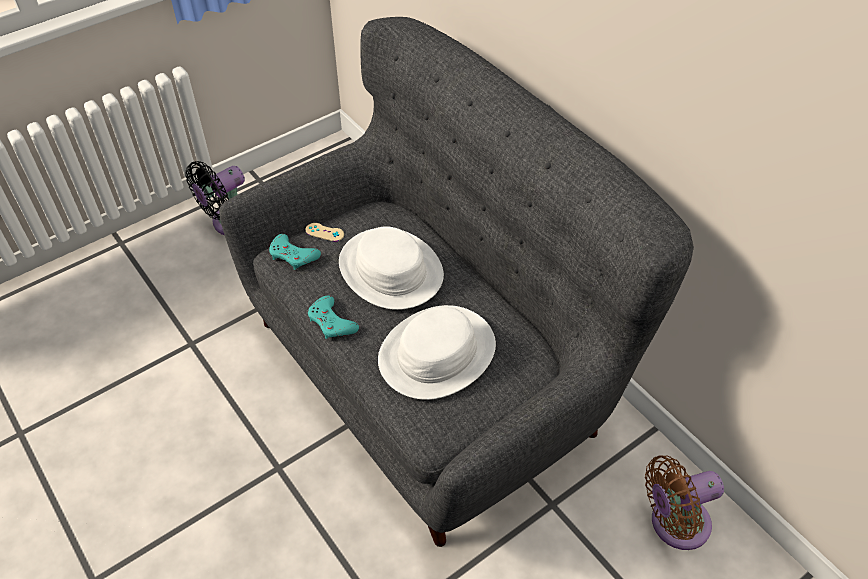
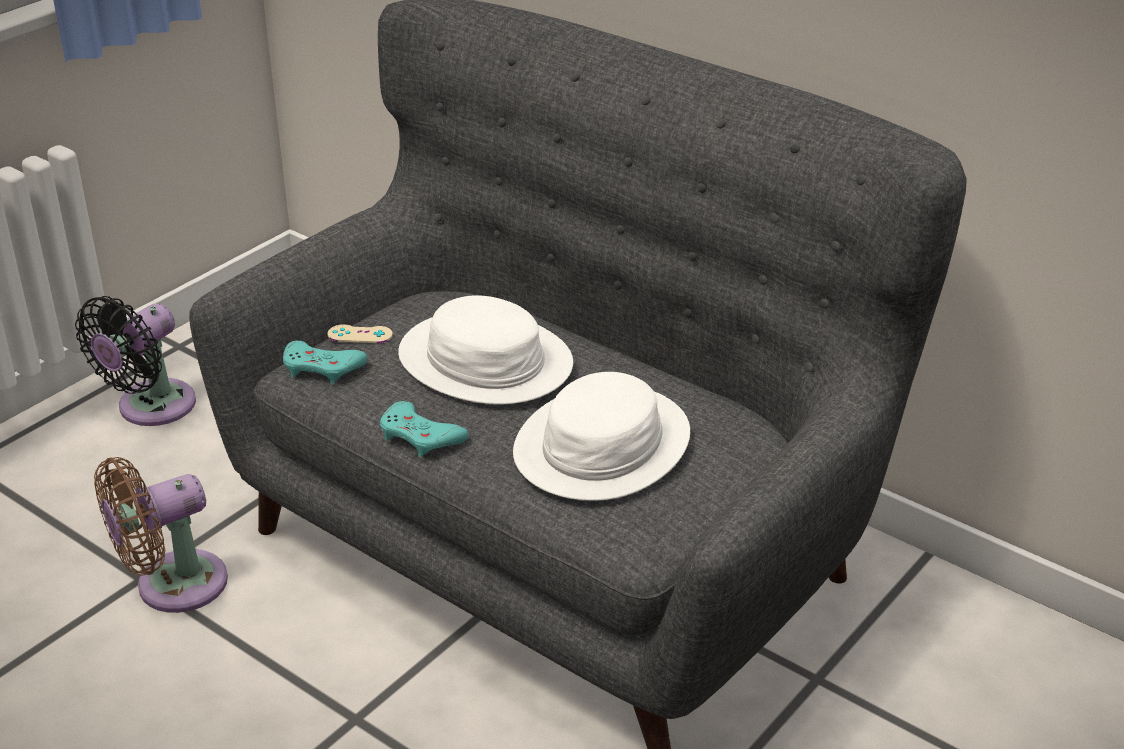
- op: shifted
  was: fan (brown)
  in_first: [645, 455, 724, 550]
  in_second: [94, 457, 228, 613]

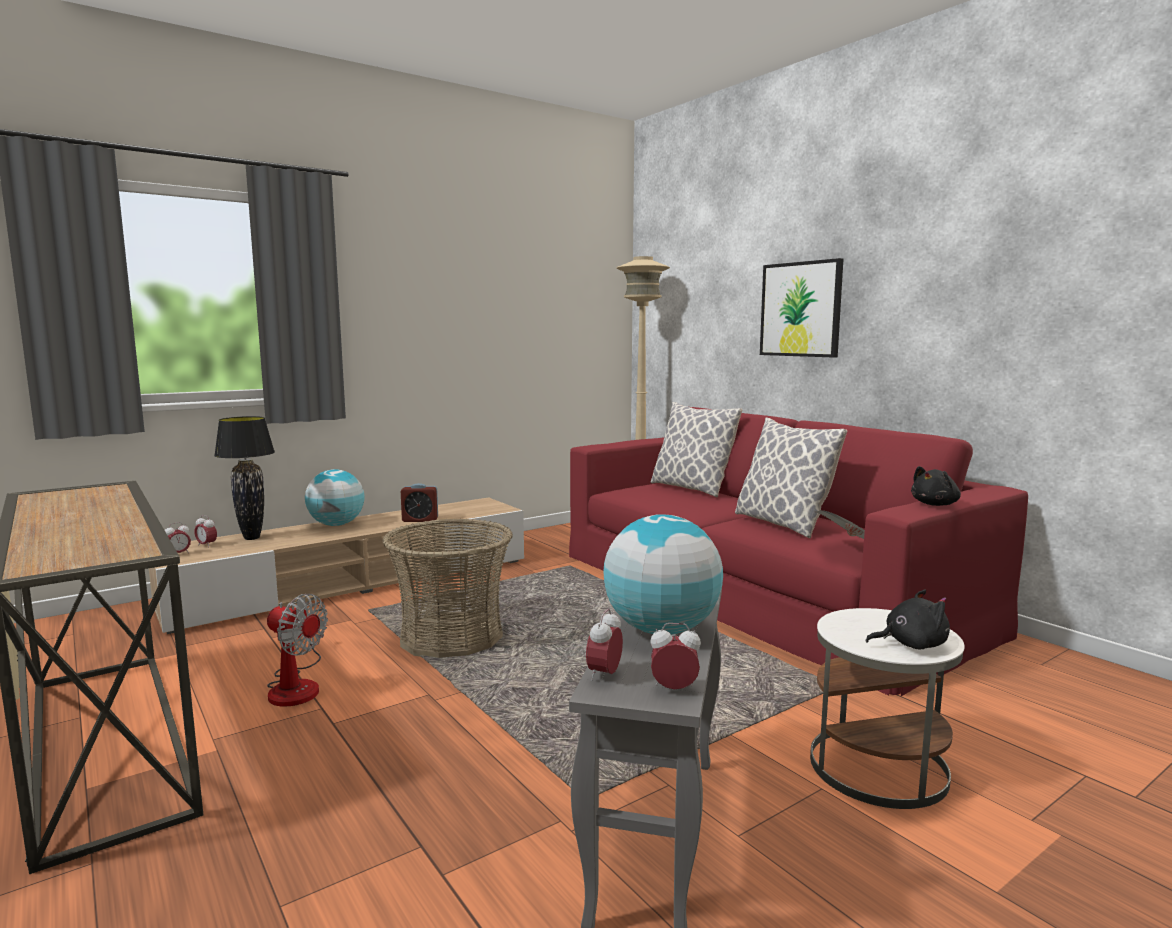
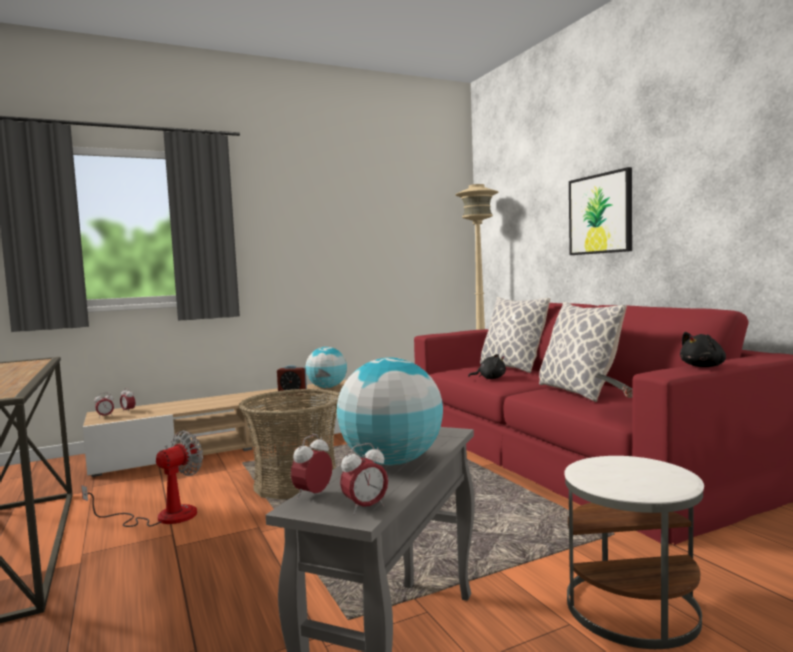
- op: gone
  was: table lamp (black)
  in_first: [214, 416, 275, 540]
- op: rotated
  was: fan
  in_first: [267, 594, 328, 707]
  in_second: [81, 431, 203, 527]
  clockwise: -90
- op: shifted
  was: globe
  in_first: [305, 469, 365, 526]
  in_second: [306, 347, 347, 388]
- op: rotated
  was: alarm clock
  in_first: [650, 623, 701, 689]
  in_second: [340, 443, 388, 515]
  clockwise: 135
- op: shifted
  was: plush toy (black)
  in_first: [866, 590, 950, 650]
  in_second: [468, 354, 506, 379]

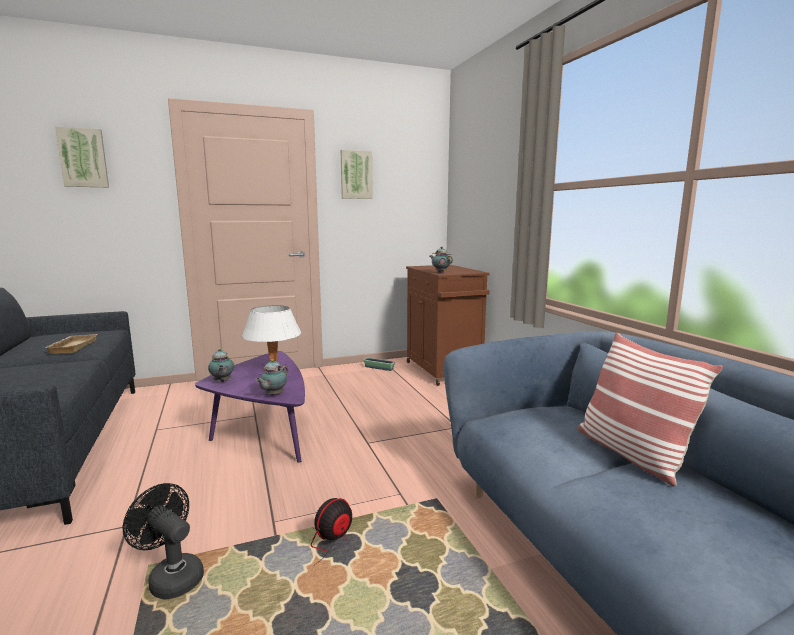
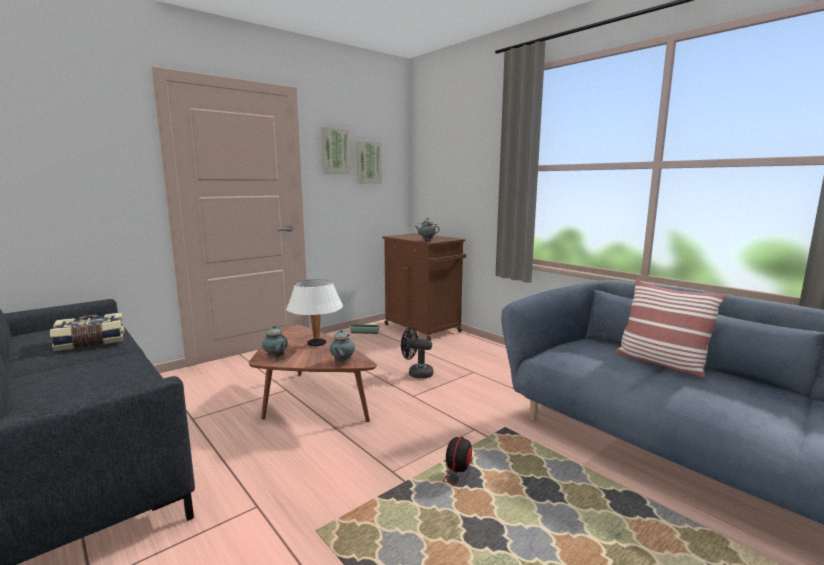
- op: swapped
  was: tray (beige)
  now: book
  in_first: [45, 334, 97, 354]
  in_second: [50, 312, 125, 351]
- op: shifted
  was: picture
  in_first: [55, 126, 109, 187]
  in_second: [356, 141, 382, 184]
- op: shifted
  was: fan (black)
  in_first: [123, 483, 204, 599]
  in_second: [401, 327, 434, 379]
- op: repainted
  was: coffee table (purple)
  now: coffee table (brown)
  in_first: [195, 351, 305, 462]
  in_second: [249, 325, 377, 422]

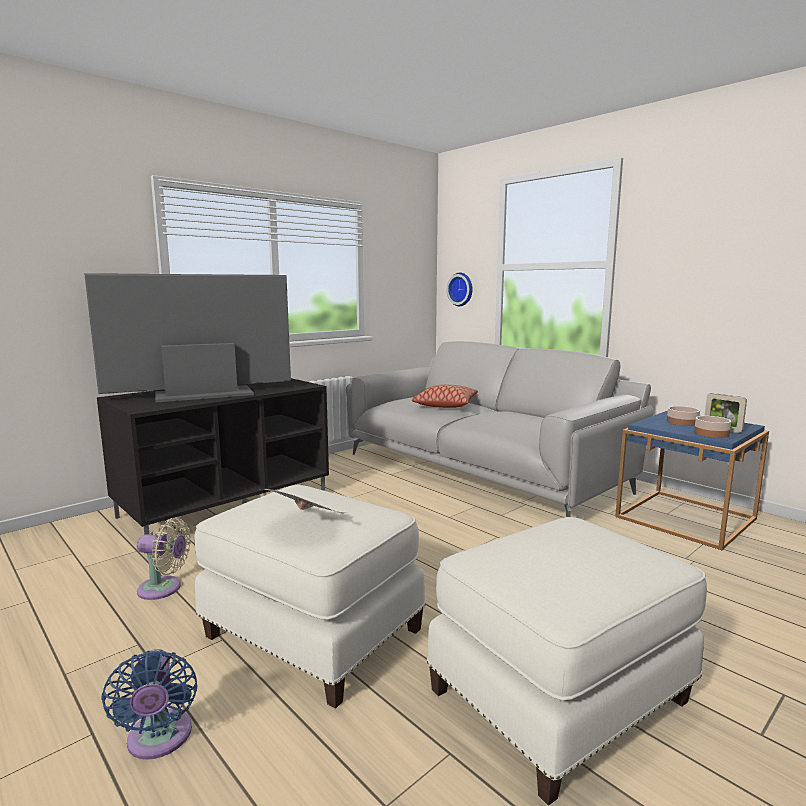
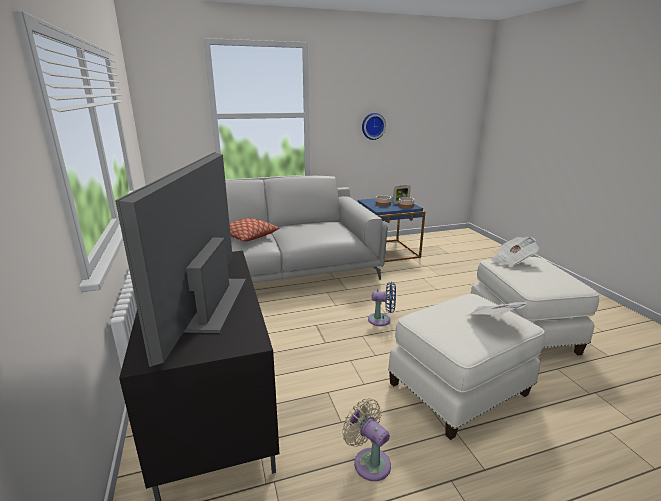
- op: shifted
  was: fan (blue)
  in_first: [101, 649, 198, 760]
  in_second: [368, 282, 396, 326]
- op: rotated
  was: fan (beige)
  in_first: [137, 518, 191, 600]
  in_second: [342, 398, 391, 481]
  clockwise: -75
- op: shifted
  was: wall clock
  in_first: [446, 272, 473, 306]
  in_second: [362, 113, 386, 140]
- op: new
  now: newspaper
  in_second: [491, 237, 539, 266]

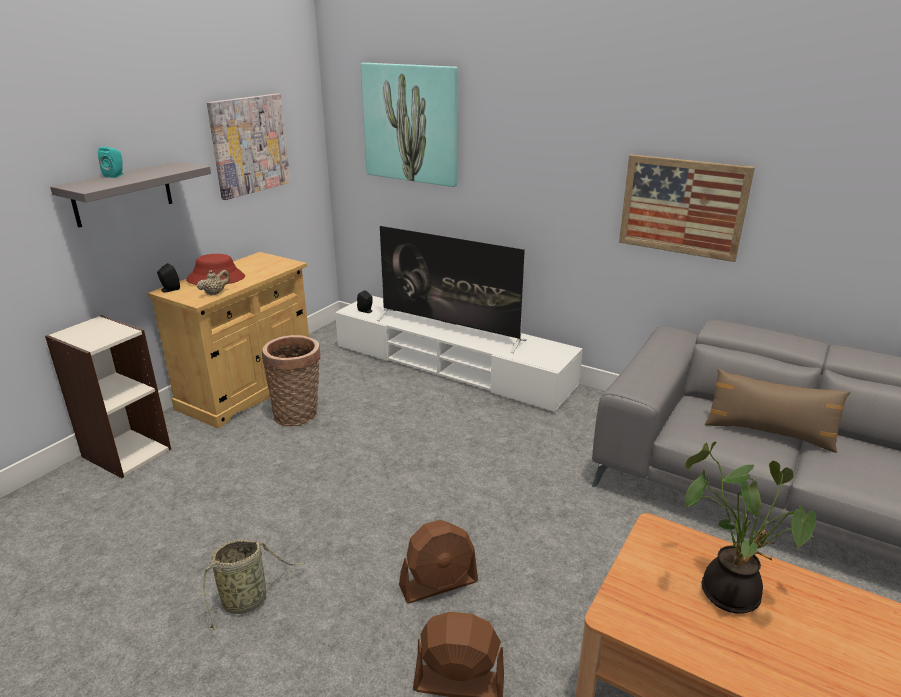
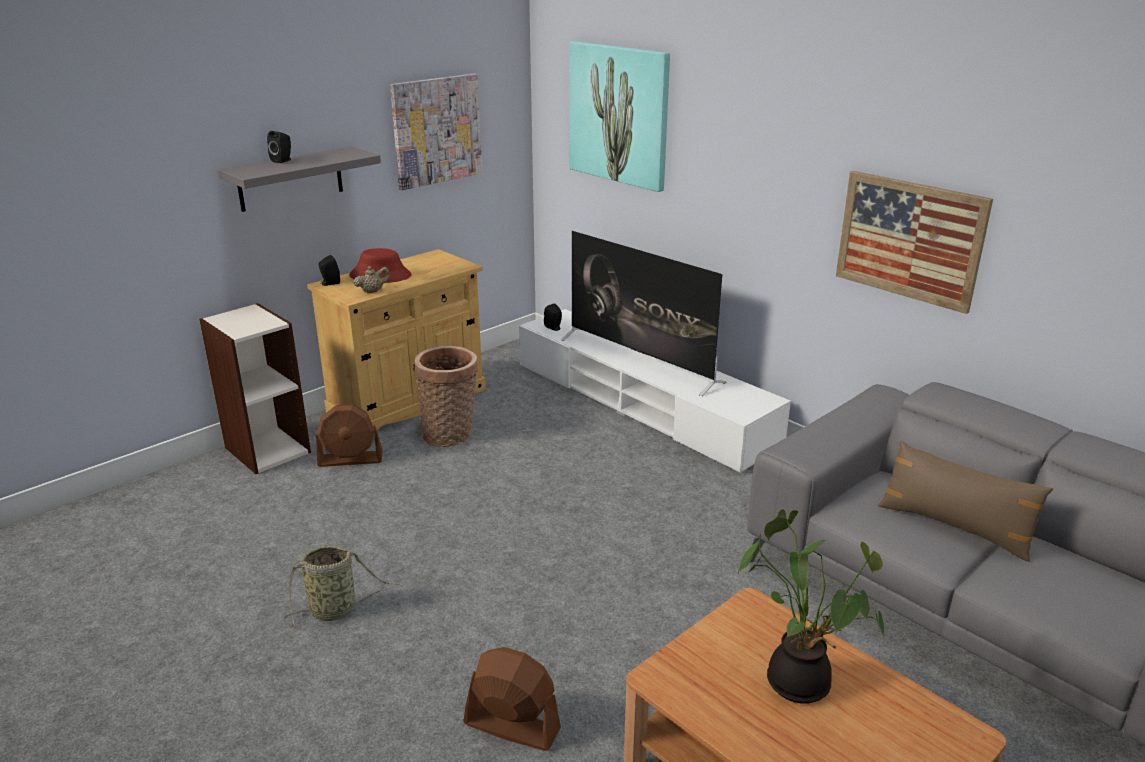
- op: repainted
  was: speaker (turquoise)
  now: speaker (black)
  in_first: [98, 147, 123, 178]
  in_second: [267, 131, 291, 163]
- op: shifted
  was: fan (brown)
  in_first: [399, 520, 478, 603]
  in_second: [316, 404, 383, 467]

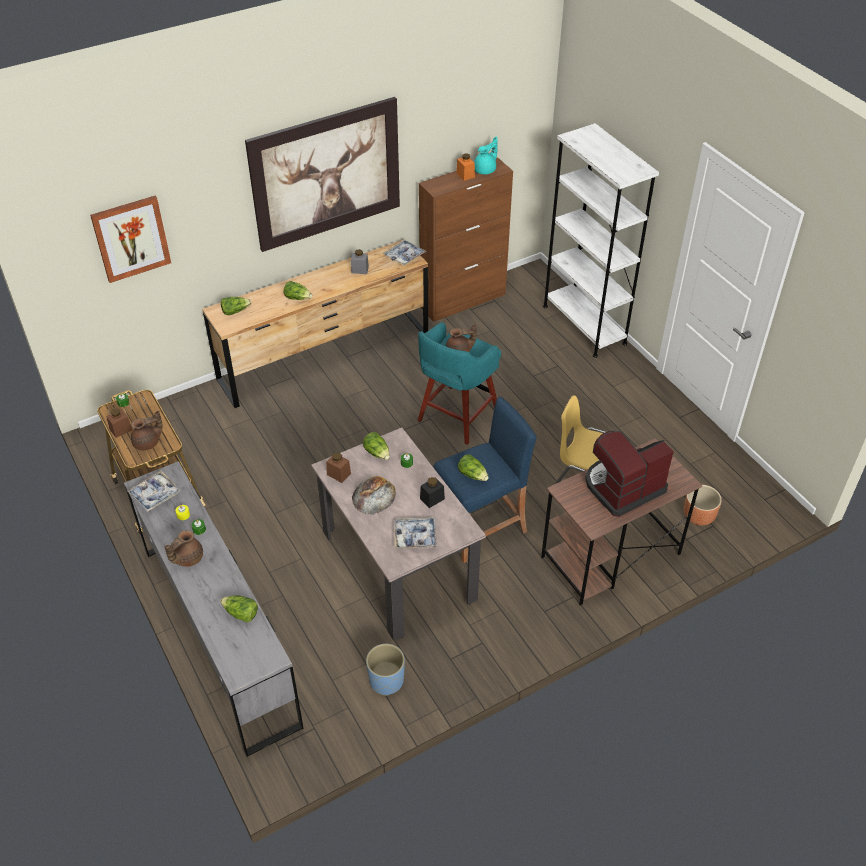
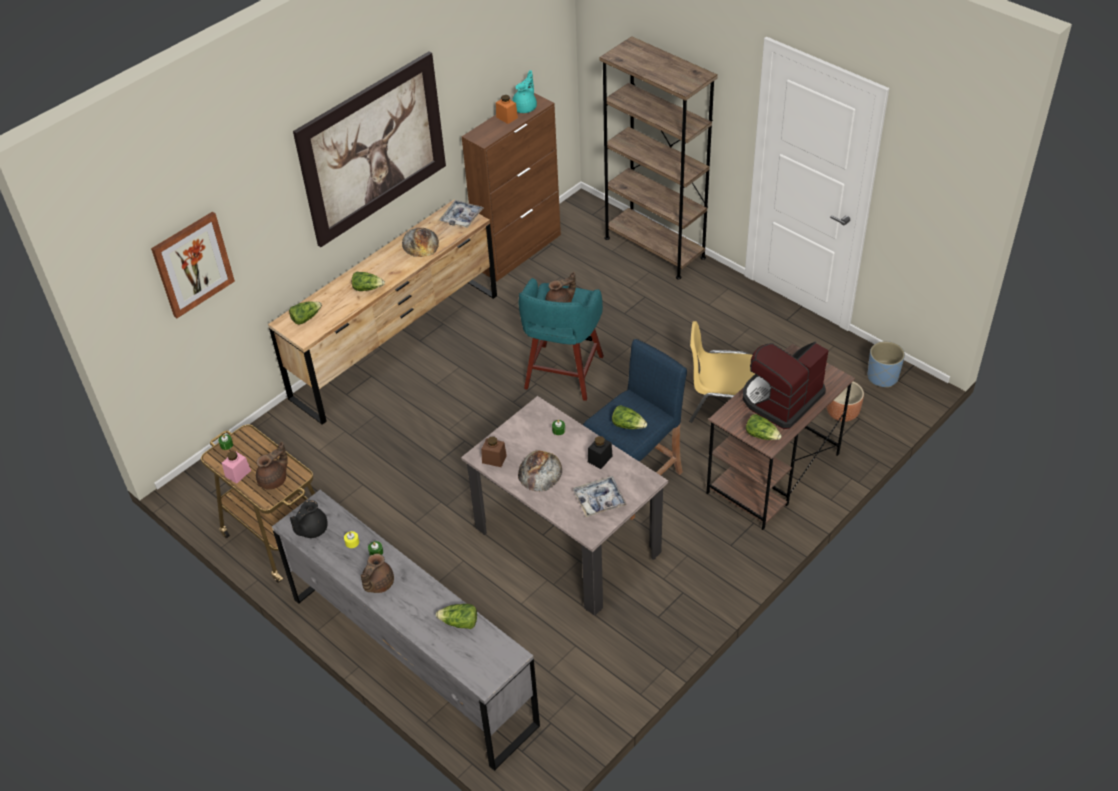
- op: repainted
  was: jar (brown)
  now: jar (pink)
  in_first: [106, 408, 133, 438]
  in_second: [222, 451, 251, 484]
- op: swapped
  was: tray
  now: teapot (black)
  in_first: [127, 470, 181, 512]
  in_second: [290, 500, 328, 538]
- op: swapped
  was: jar (grey)
  now: bread
  in_first: [351, 249, 369, 274]
  in_second: [402, 228, 439, 257]
- op: shifted
  was: lettuce
  in_first: [363, 432, 390, 460]
  in_second: [746, 414, 782, 440]
- op: shifted
  was: planter (blue)
  in_first: [366, 644, 405, 696]
  in_second: [868, 341, 905, 387]
- op: repainted
  was: bookcase (white)
  now: bookcase (brown)
  in_first: [543, 123, 659, 358]
  in_second: [600, 36, 718, 279]

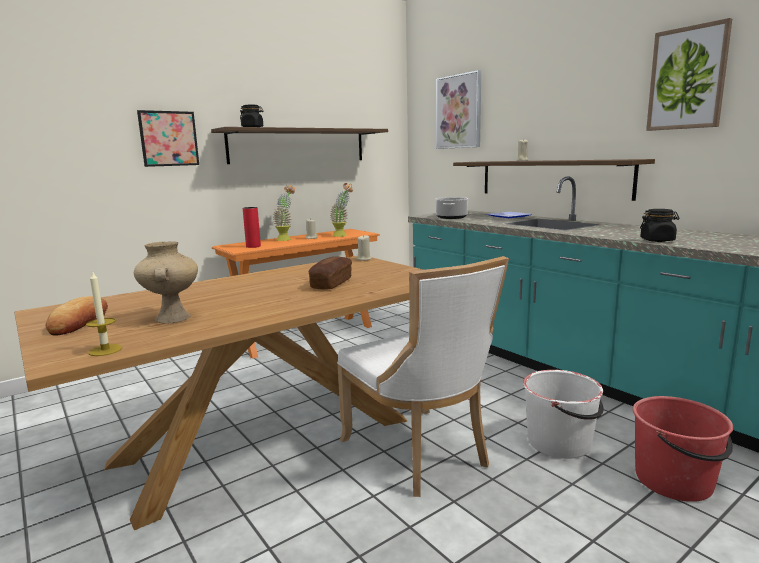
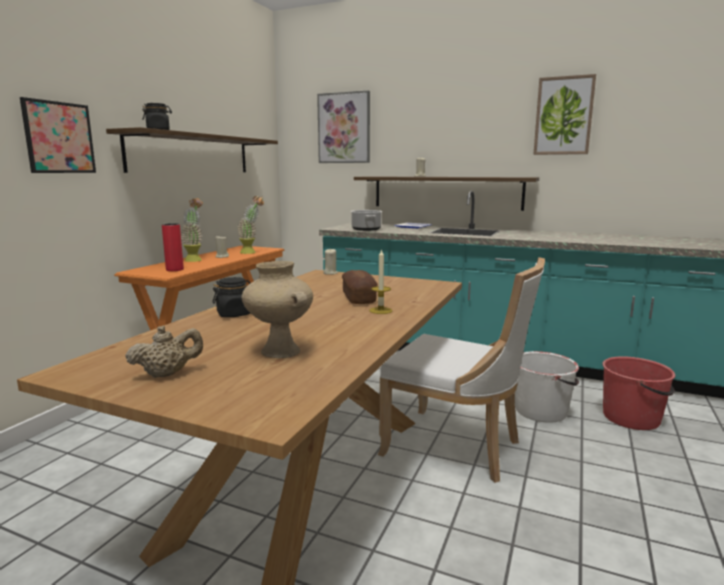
- op: swapped
  was: bread
  now: teapot (beige)
  in_first: [45, 296, 108, 336]
  in_second: [125, 325, 203, 378]
- op: shifted
  was: candle
  in_first: [86, 270, 122, 356]
  in_second: [369, 249, 393, 314]
- op: shifted
  was: jar (black)
  in_first: [640, 209, 679, 242]
  in_second: [213, 277, 251, 317]

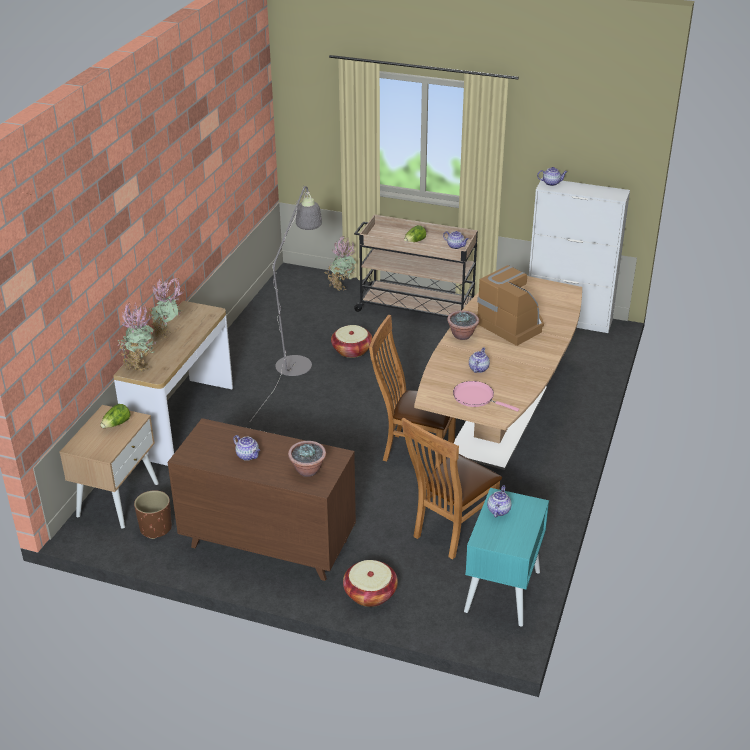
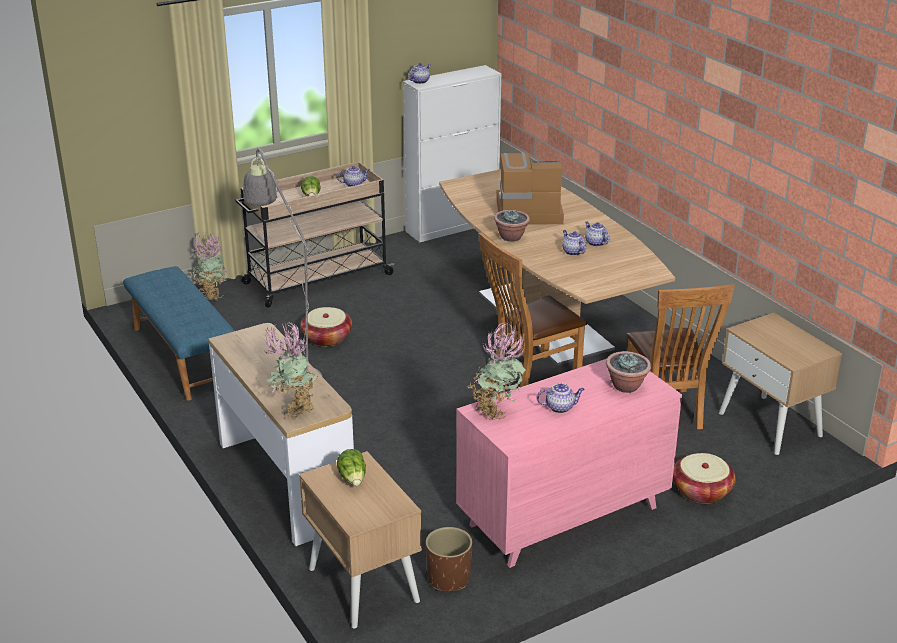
- op: shifted
  was: potted plant
  in_first: [147, 277, 183, 339]
  in_second: [466, 322, 526, 420]
- op: repainted
  was: dresser (brown)
  now: dresser (pink)
  in_first: [168, 418, 356, 581]
  in_second: [456, 359, 682, 568]
- op: gone
  was: frying pan (pink)
  in_first: [453, 381, 519, 412]
- op: repainted
  was: nightstand (turquoise)
  now: nightstand (beige)
  in_first: [464, 488, 549, 626]
  in_second: [719, 313, 842, 455]
- op: shifted
  was: teapot
  in_first: [487, 485, 512, 517]
  in_second: [585, 221, 610, 247]
- op: new
  now: bench (blue)
  in_second: [123, 266, 234, 401]

